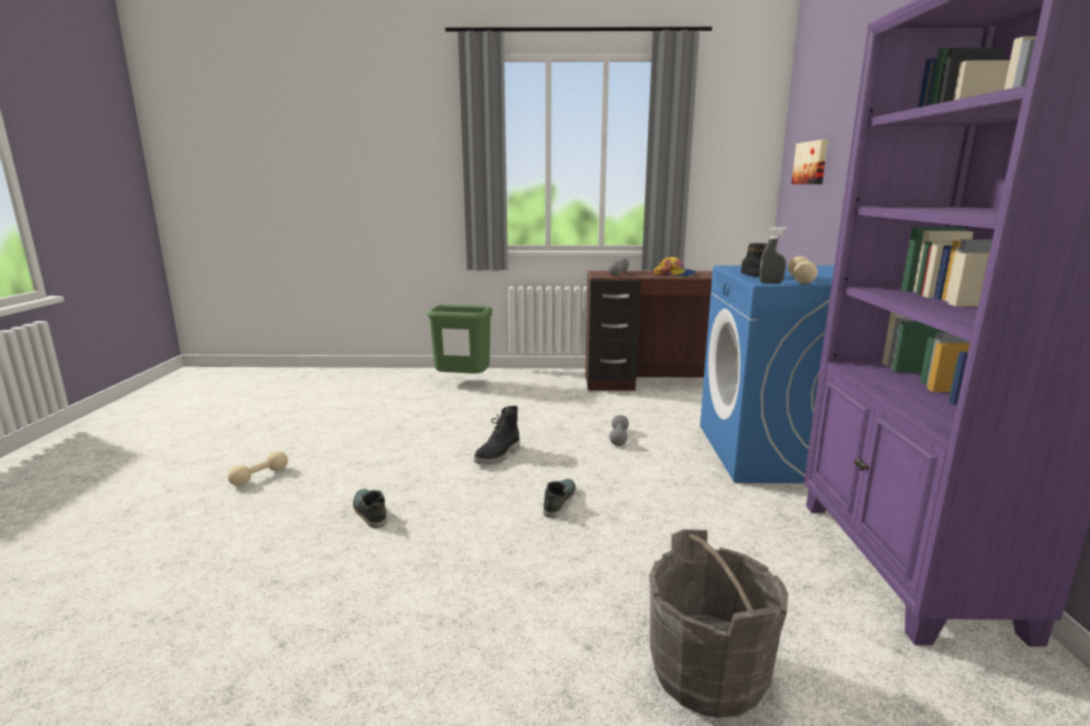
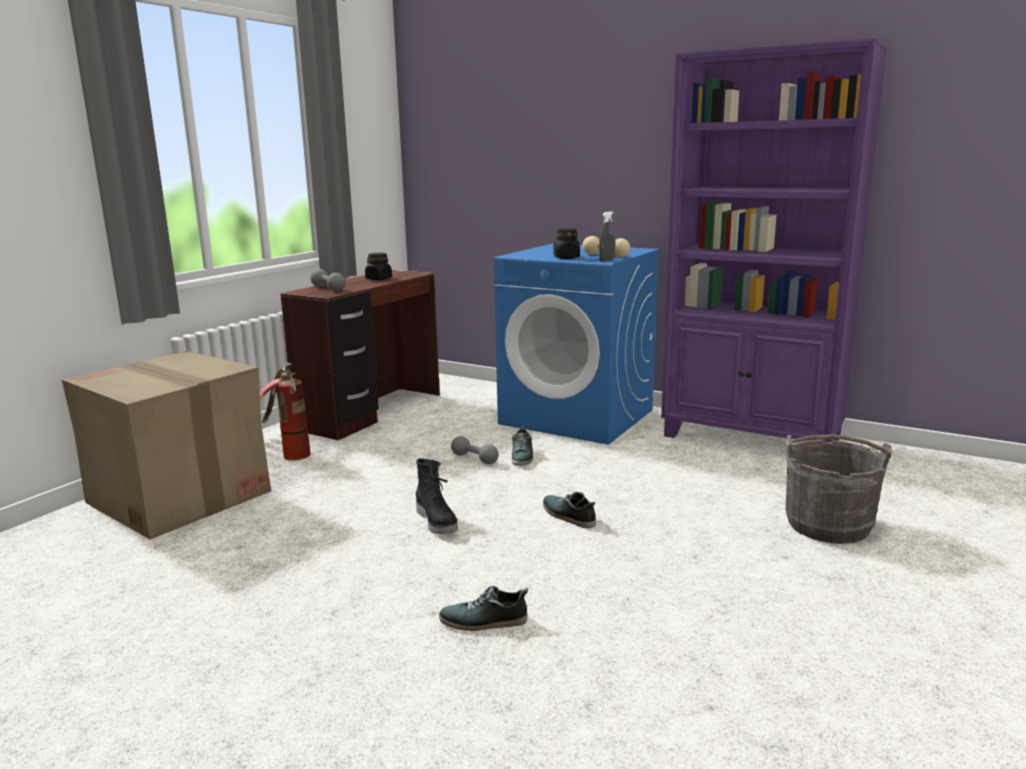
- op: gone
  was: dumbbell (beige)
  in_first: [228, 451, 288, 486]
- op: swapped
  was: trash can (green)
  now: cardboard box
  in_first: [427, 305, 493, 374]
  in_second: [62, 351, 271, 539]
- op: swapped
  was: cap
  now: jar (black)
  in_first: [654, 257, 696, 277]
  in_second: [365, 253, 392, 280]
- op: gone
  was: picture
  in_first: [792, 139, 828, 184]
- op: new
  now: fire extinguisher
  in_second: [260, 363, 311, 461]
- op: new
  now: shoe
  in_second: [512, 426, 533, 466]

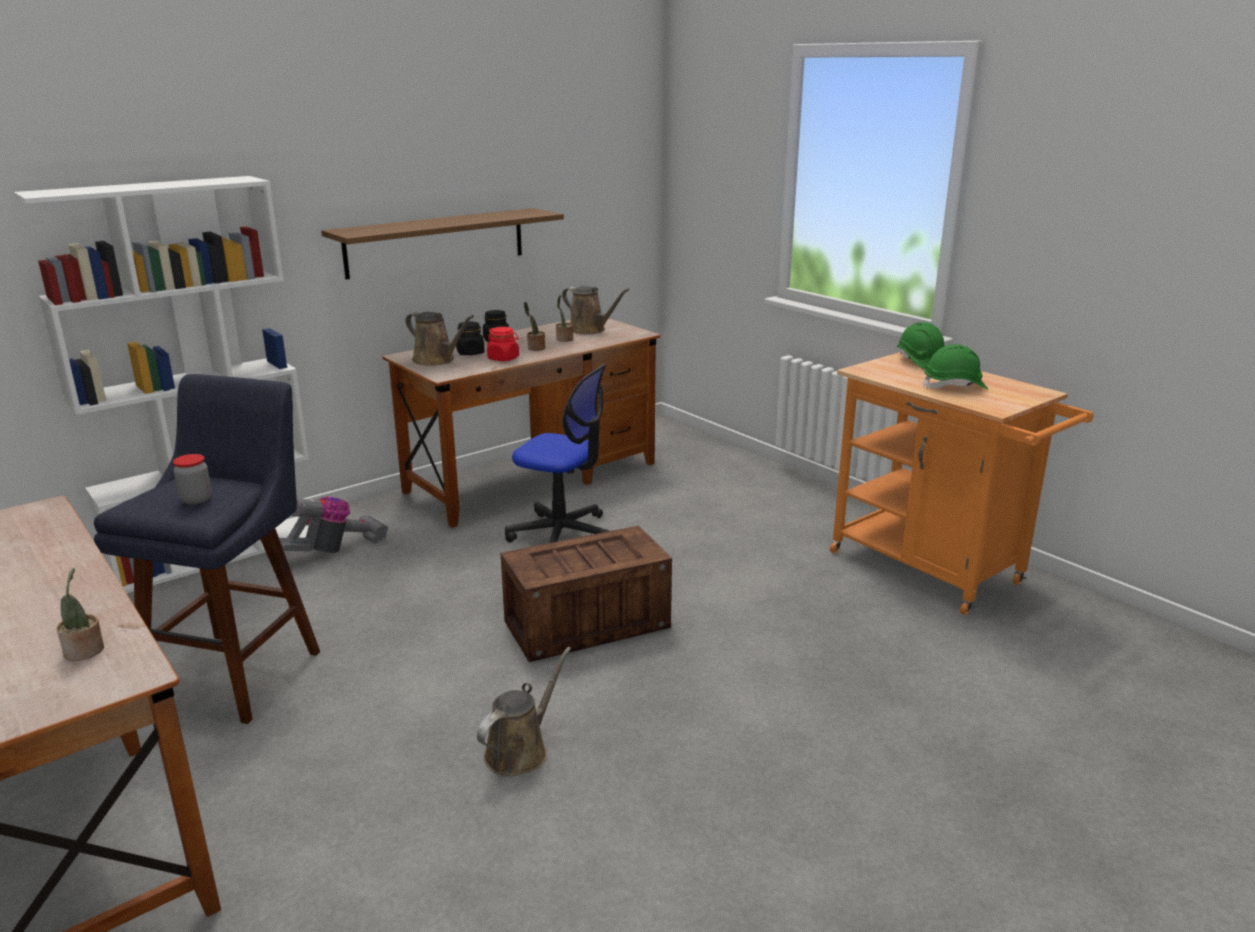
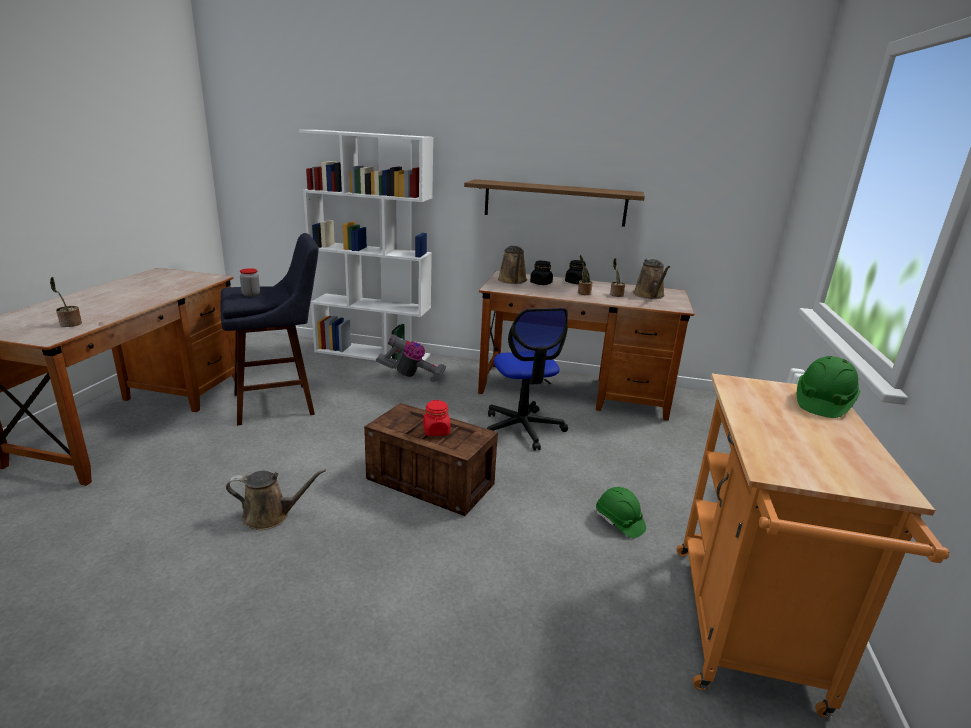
- op: shifted
  was: jar (red)
  in_first: [487, 327, 519, 361]
  in_second: [423, 400, 450, 436]
- op: shifted
  was: hard hat (green)
  in_first: [923, 344, 988, 389]
  in_second: [596, 487, 646, 538]

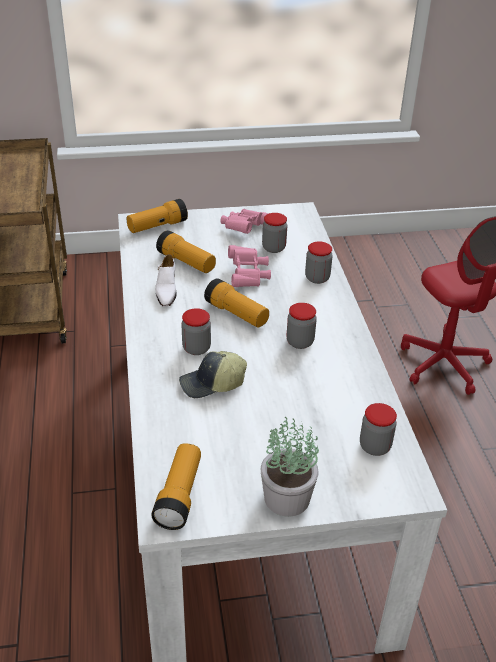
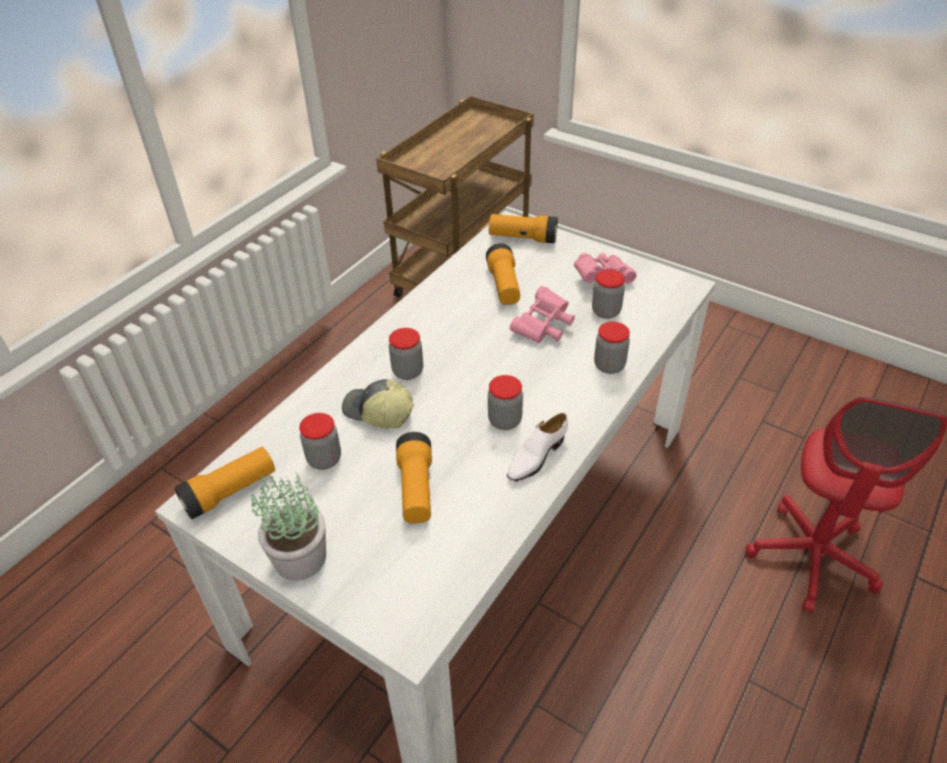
- op: shifted
  was: shoe (white)
  in_first: [155, 254, 177, 307]
  in_second: [507, 413, 568, 481]
- op: shifted
  was: flashlight
  in_first: [204, 279, 269, 328]
  in_second: [396, 432, 432, 523]
- op: shifted
  was: jar
  in_first: [360, 403, 397, 456]
  in_second: [299, 413, 341, 470]

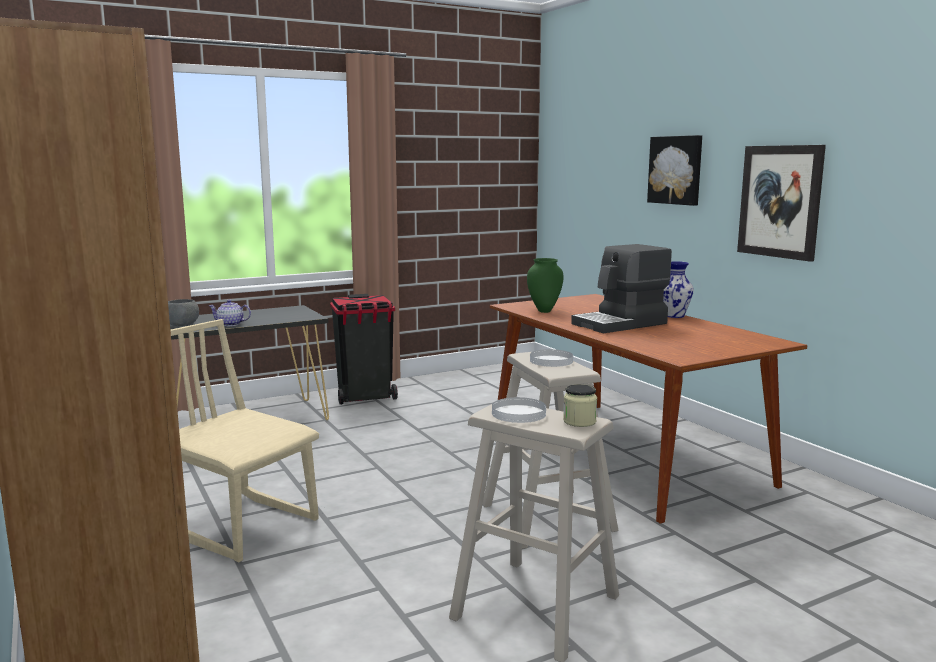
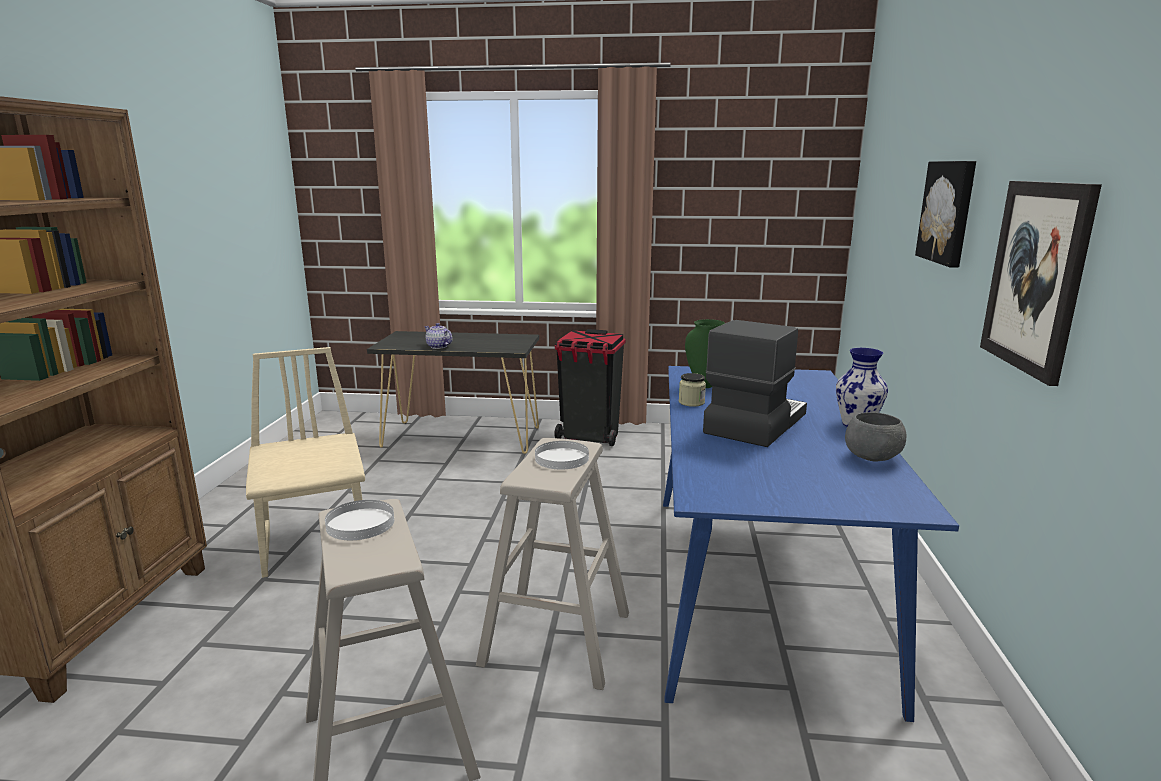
- op: shifted
  was: bowl (grey)
  in_first: [168, 299, 199, 327]
  in_second: [845, 412, 907, 461]
- op: repainted
  was: dining table (brown)
  now: dining table (blue)
  in_first: [490, 294, 807, 524]
  in_second: [663, 366, 959, 722]
- op: shifted
  was: jar
  in_first: [563, 384, 597, 427]
  in_second: [679, 373, 706, 407]
- op: rotated
  was: coffee machine
  in_first: [571, 244, 672, 333]
  in_second: [703, 320, 807, 447]
  clockwise: 120

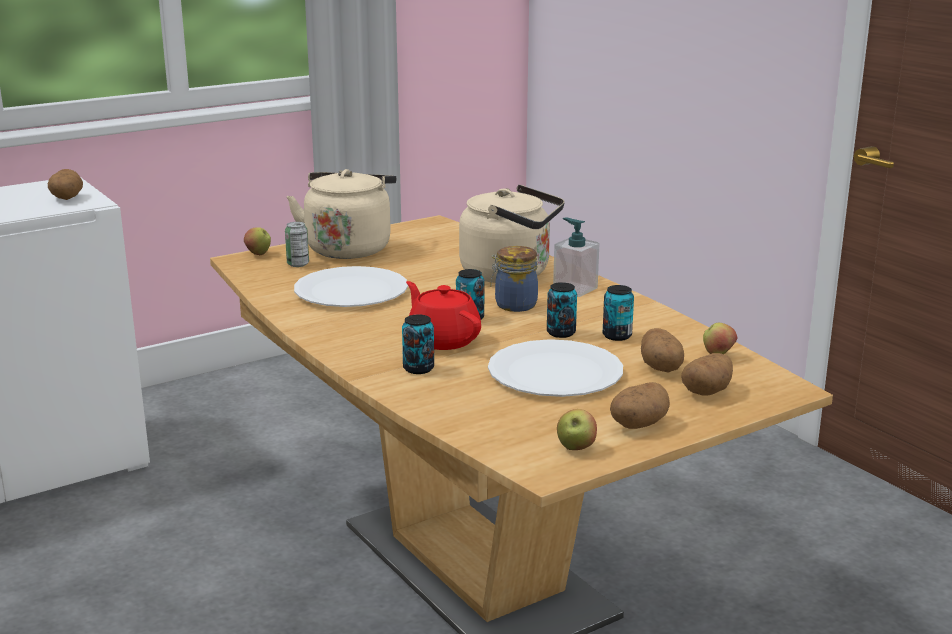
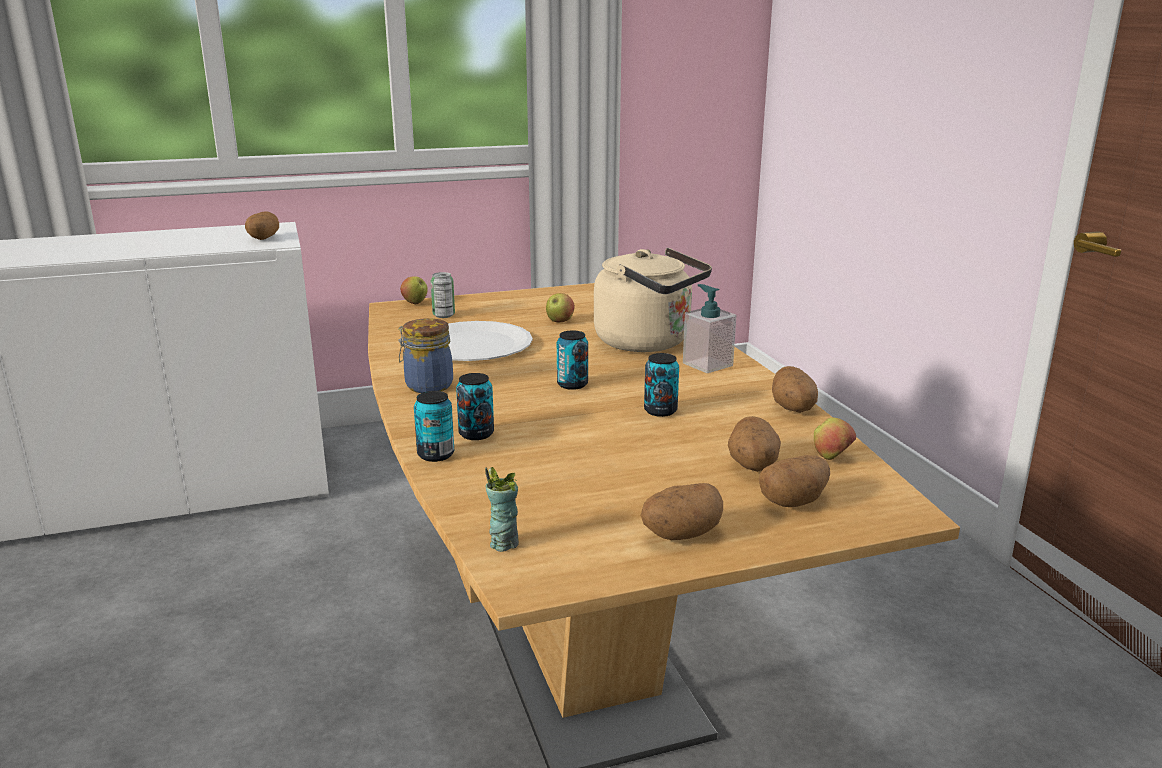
- op: gone
  was: kettle (beige)
  in_first: [287, 169, 397, 259]
- op: gone
  was: teapot (red)
  in_first: [406, 281, 481, 350]
- op: gone
  was: plate (white)
  in_first: [488, 339, 623, 397]
- op: shifted
  was: jar
  in_first: [490, 246, 538, 312]
  in_second: [398, 318, 453, 393]
- op: shifted
  was: apple
  in_first: [557, 409, 597, 450]
  in_second: [546, 293, 575, 322]
- op: shifted
  was: can
  in_first: [603, 285, 634, 341]
  in_second: [414, 391, 454, 462]
- op: new
  now: cup
  in_second: [485, 467, 519, 552]
- op: new
  now: potato
  in_second: [772, 366, 818, 413]

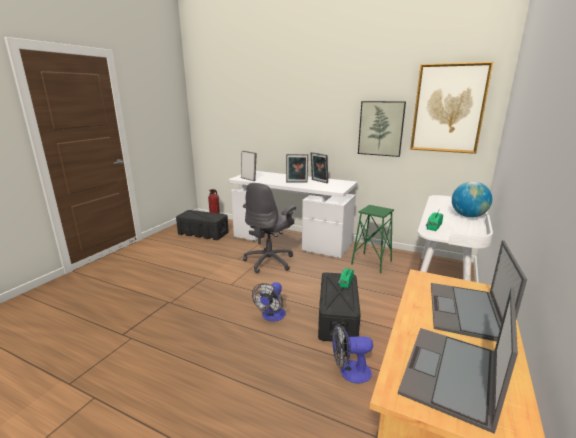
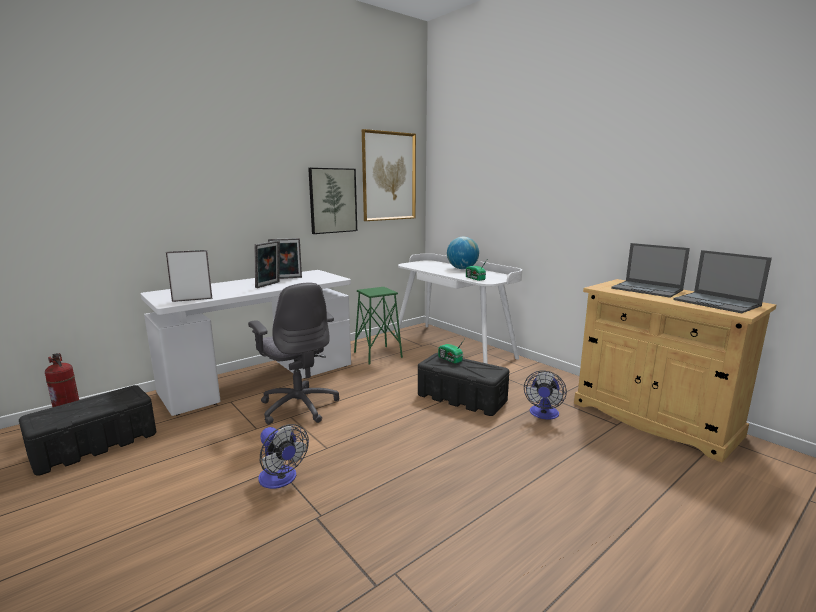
- op: shifted
  was: fan
  in_first: [252, 282, 286, 322]
  in_second: [258, 424, 309, 489]

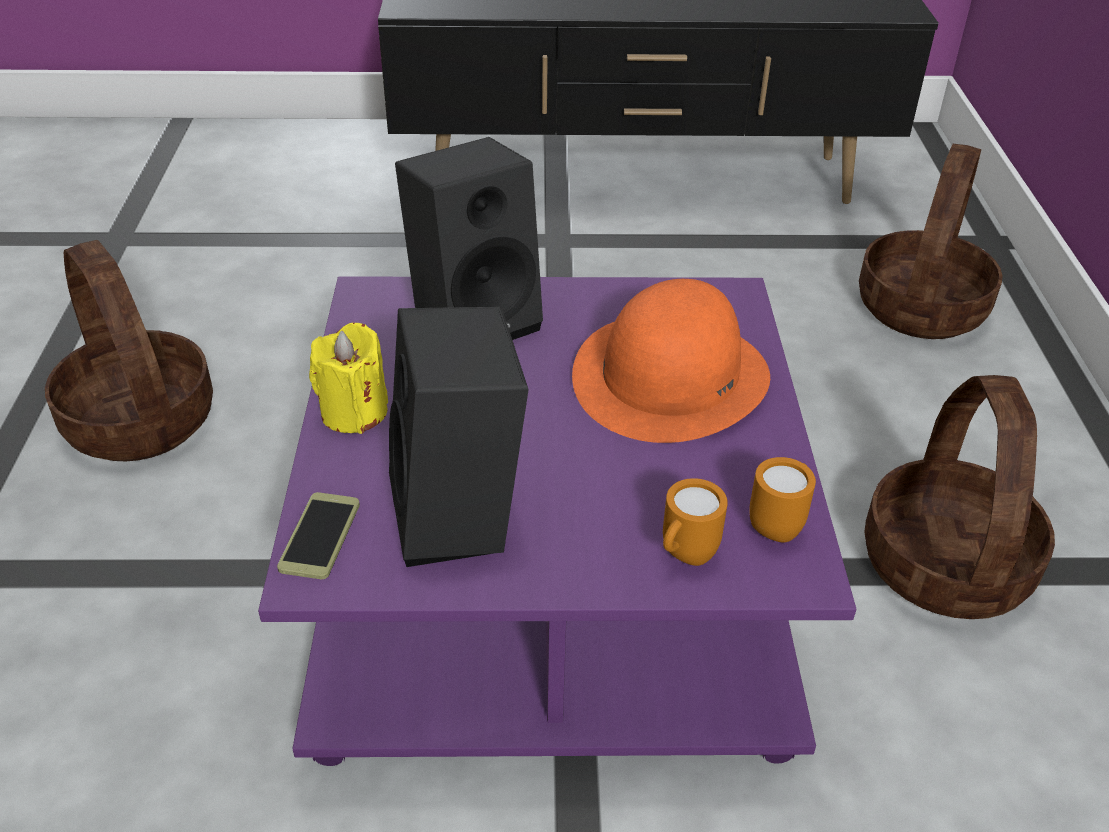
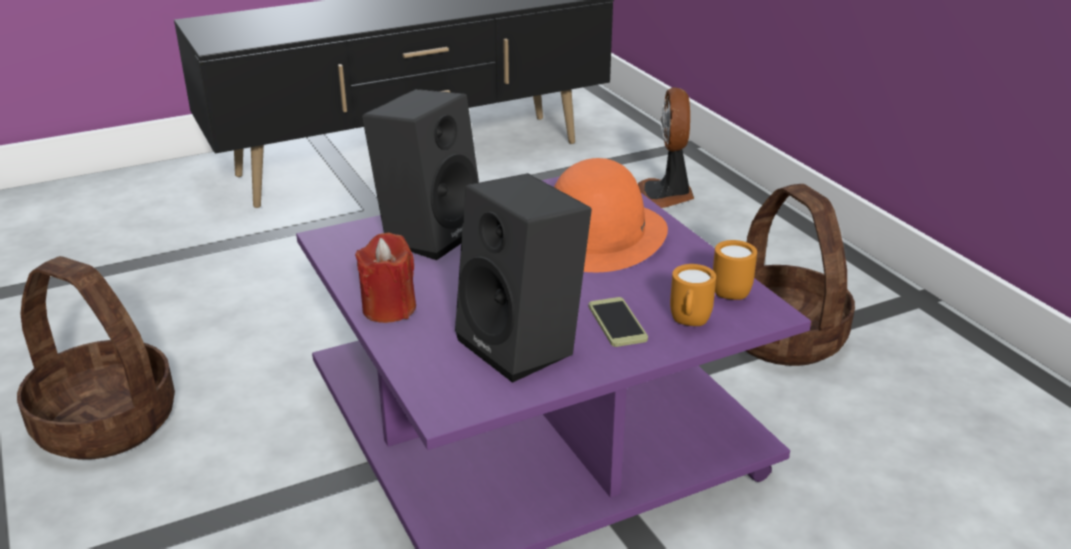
- op: shifted
  was: phone
  in_first: [277, 492, 360, 579]
  in_second: [588, 297, 648, 347]
- op: repainted
  was: candle (yellow)
  now: candle (red)
  in_first: [309, 323, 388, 434]
  in_second: [355, 233, 416, 323]
- op: swapped
  was: basket
  now: fan
  in_first: [859, 144, 1003, 339]
  in_second: [638, 87, 694, 208]

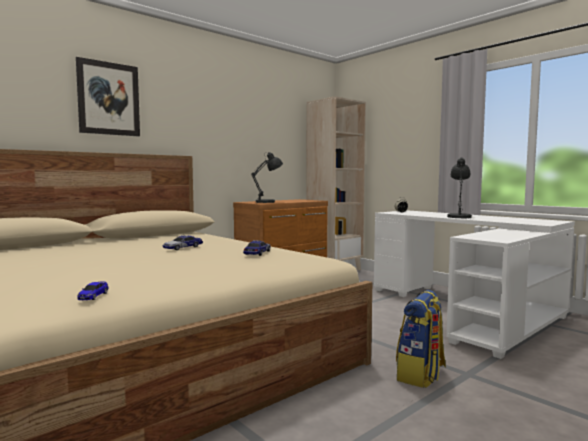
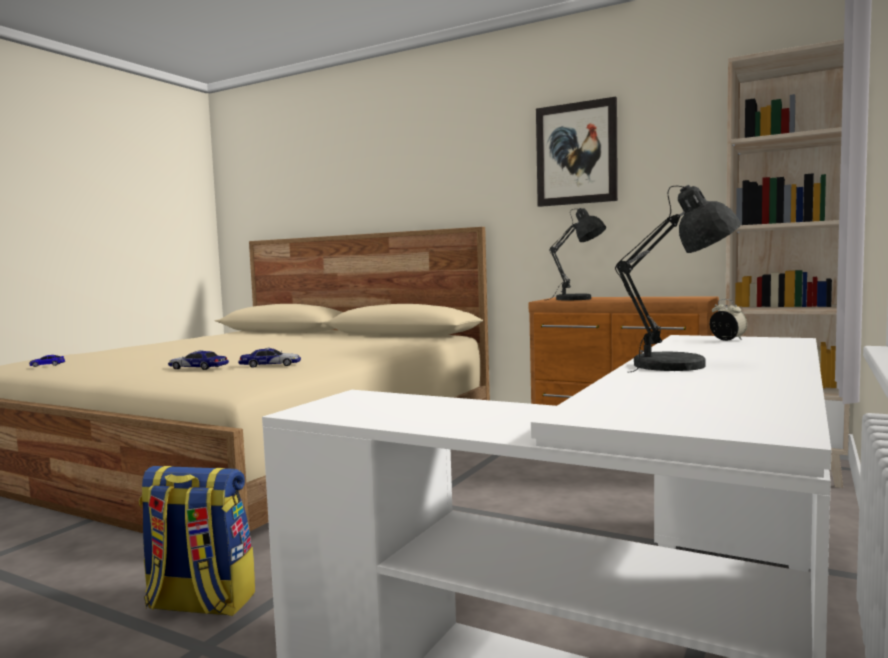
- op: shifted
  was: picture
  in_first: [76, 57, 140, 136]
  in_second: [536, 97, 618, 207]
- op: shifted
  was: toy car
  in_first: [163, 235, 203, 250]
  in_second: [168, 350, 229, 370]

